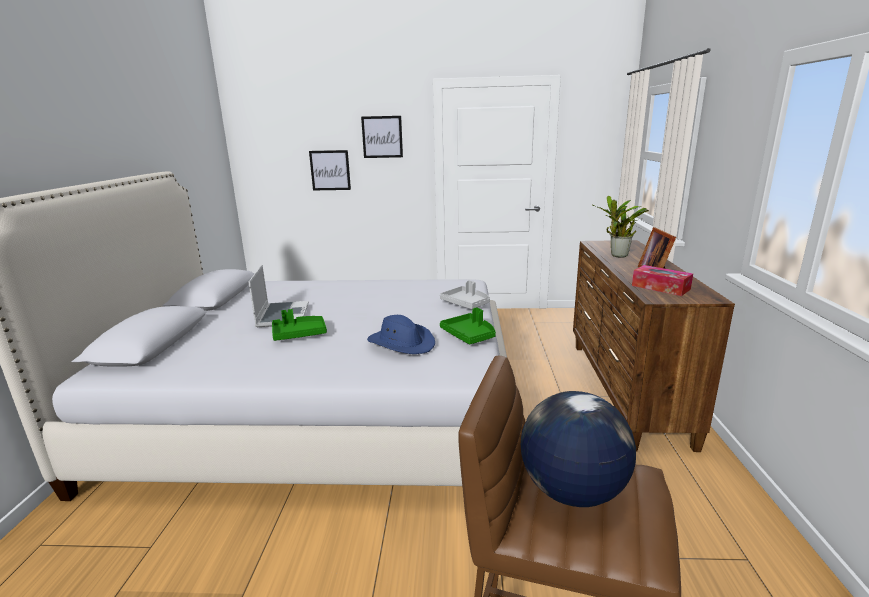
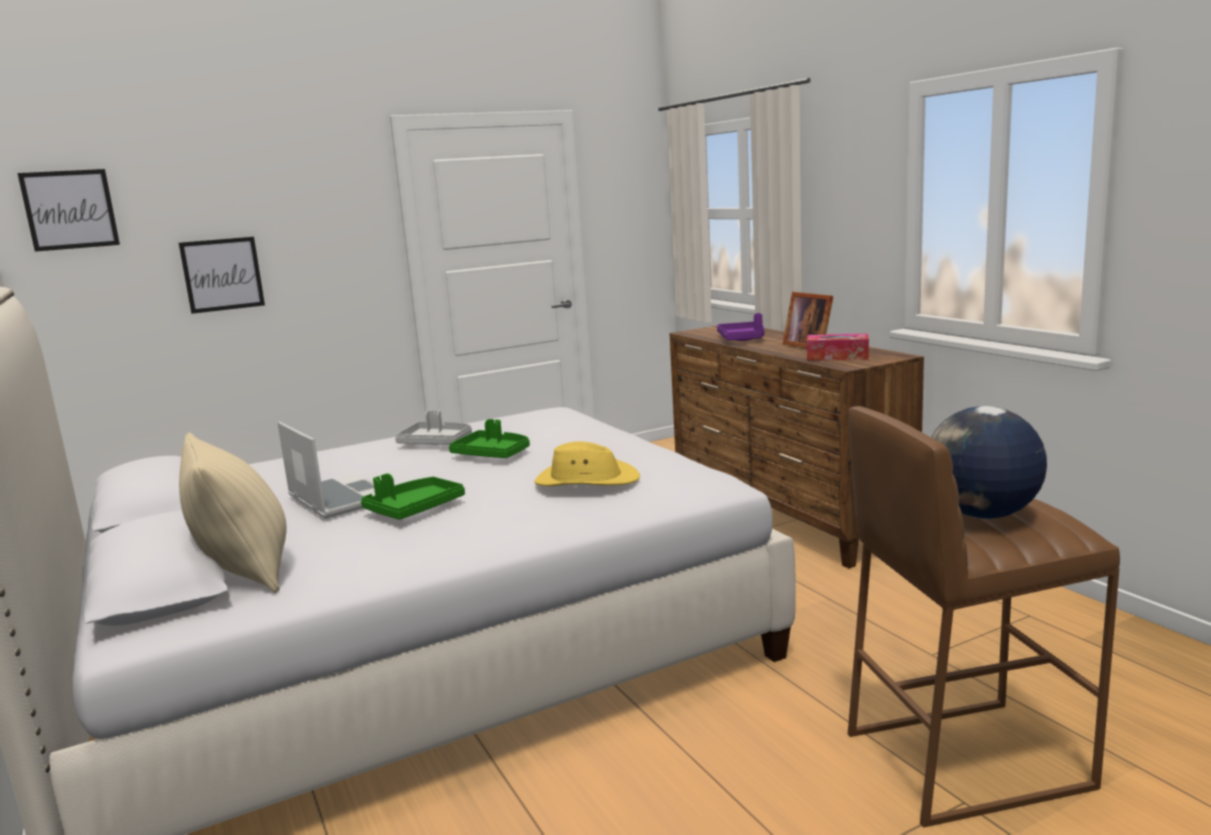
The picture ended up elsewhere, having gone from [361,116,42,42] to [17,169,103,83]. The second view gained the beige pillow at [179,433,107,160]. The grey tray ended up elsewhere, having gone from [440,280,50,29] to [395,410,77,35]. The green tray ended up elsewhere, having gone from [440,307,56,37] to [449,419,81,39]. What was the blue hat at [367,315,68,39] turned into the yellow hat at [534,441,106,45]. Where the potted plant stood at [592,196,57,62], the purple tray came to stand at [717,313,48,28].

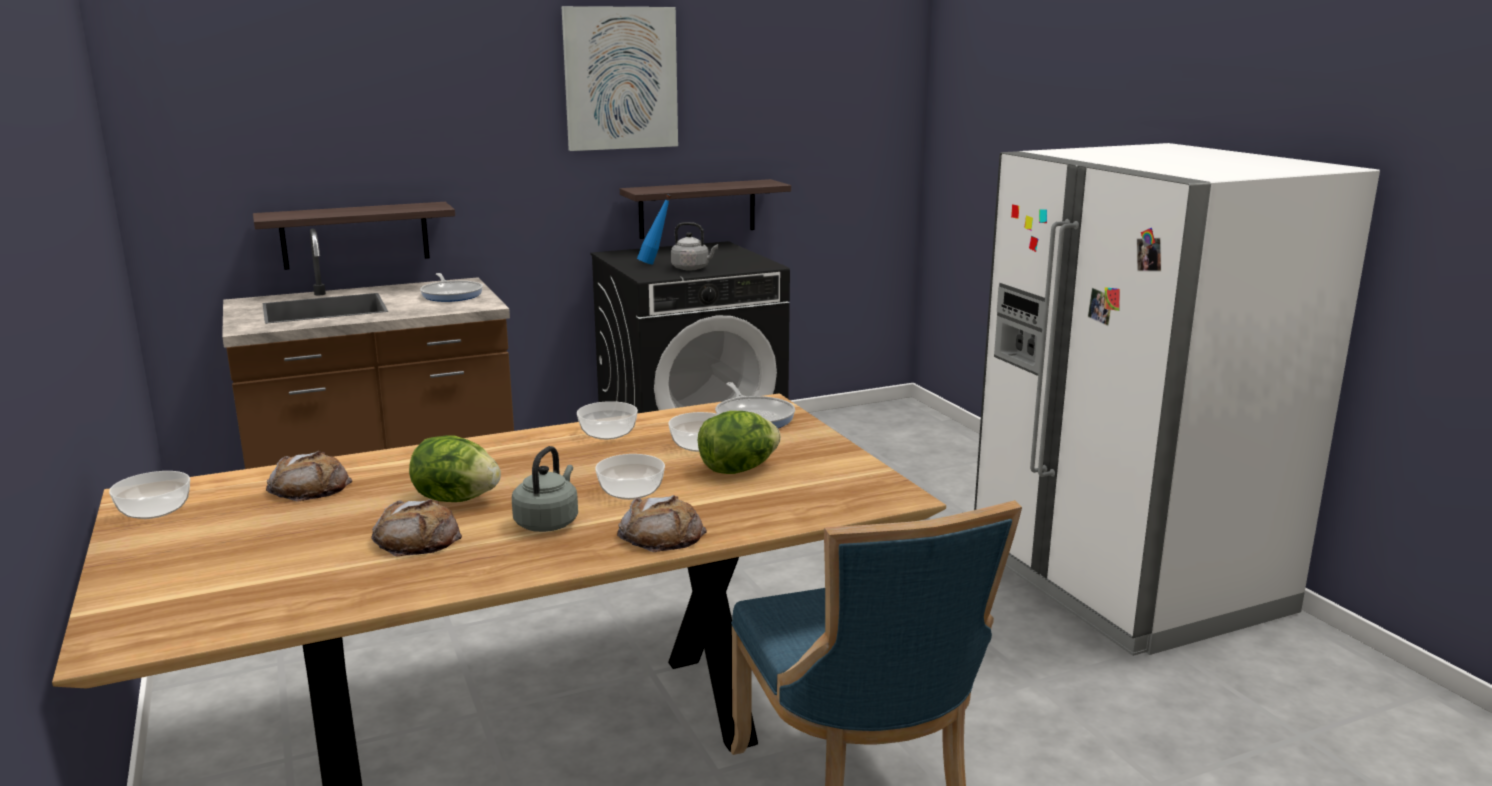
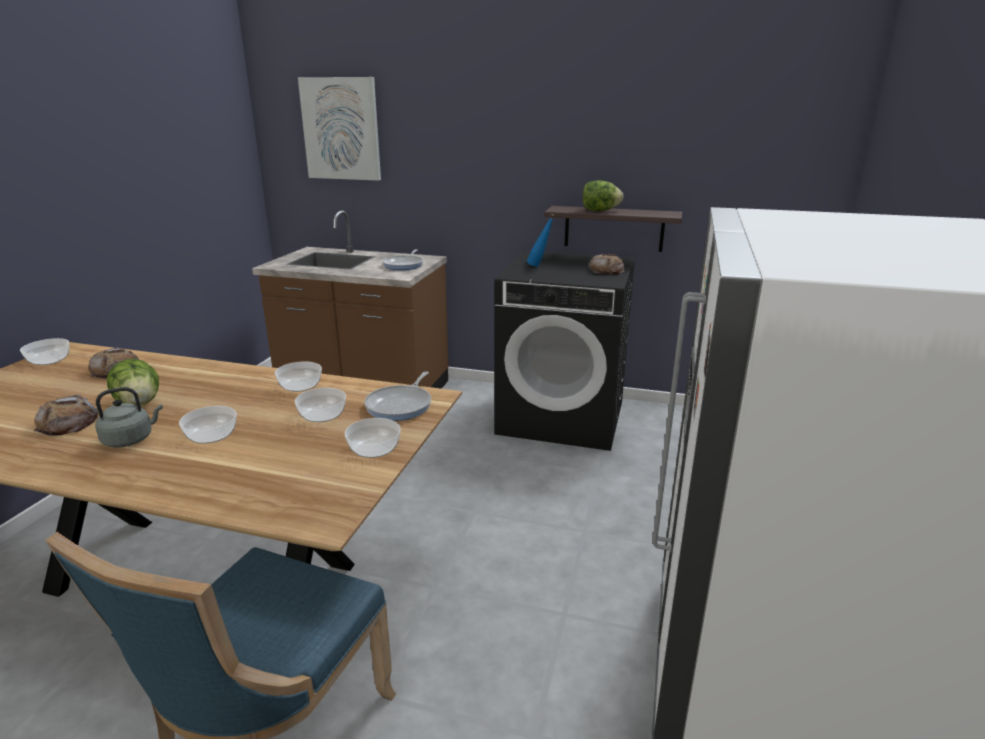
The picture ended up elsewhere, having gone from [562,6,116,145] to [298,77,83,104]. The second view gained the bowl at [345,418,56,40]. The lettuce ended up elsewhere, having gone from [698,411,83,63] to [582,180,42,31]. The bread ended up elsewhere, having gone from [617,495,90,57] to [589,254,35,21]. The second view lost the shelf at [253,202,202,68]. The second view lost the grey kettle at [671,222,47,48].

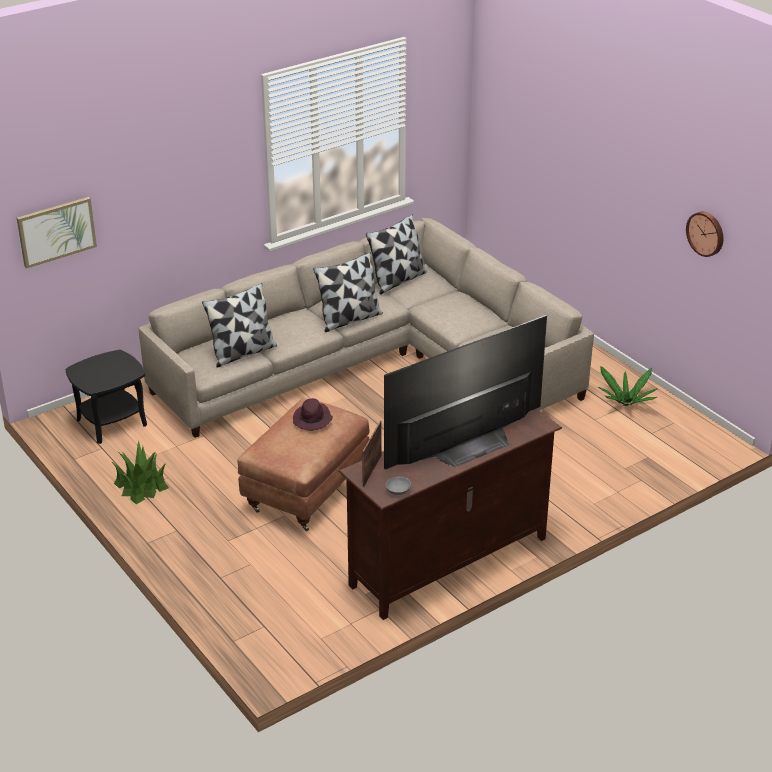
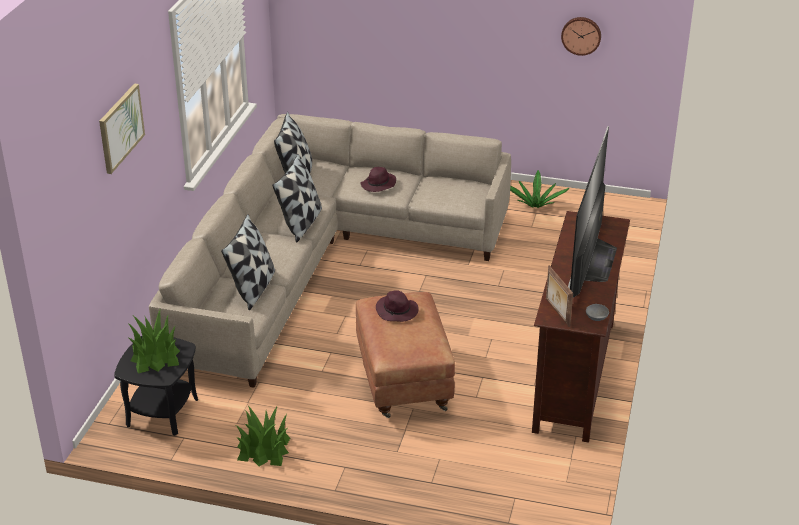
The picture ended up elsewhere, having gone from [17,197,80,72] to [99,83,46,91]. The second view gained the potted plant at [128,310,52,63]. The second view gained the purple hat at [360,167,36,25].

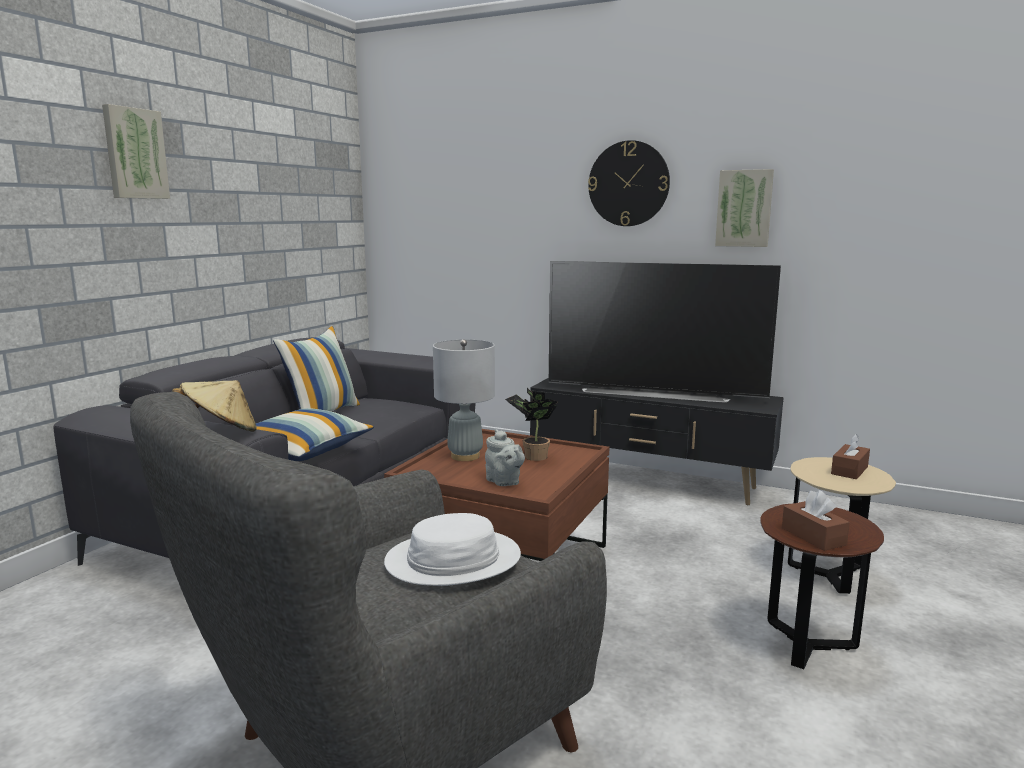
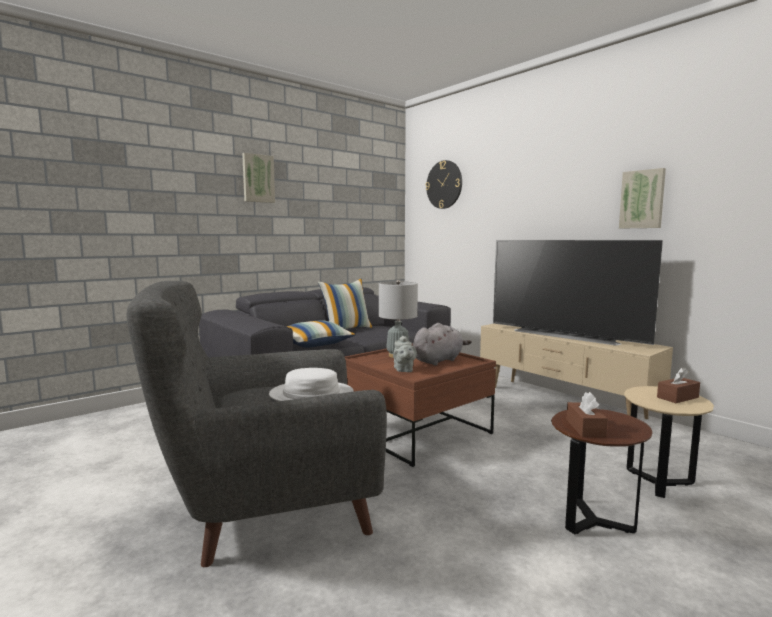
Where the potted plant stood at [505,388,53,73], the grey plush toy came to stand at [413,323,59,43]. The wall clock ended up elsewhere, having gone from [588,140,82,86] to [426,160,36,49]. What was the black tv stand at [530,378,254,127] turned into the beige tv stand at [480,324,193,95]. The second view lost the beige hat at [172,380,85,52].

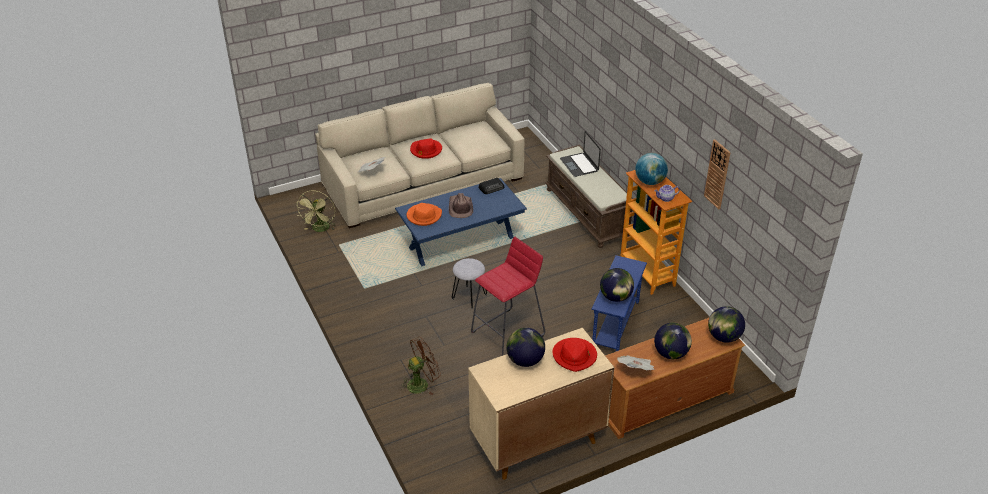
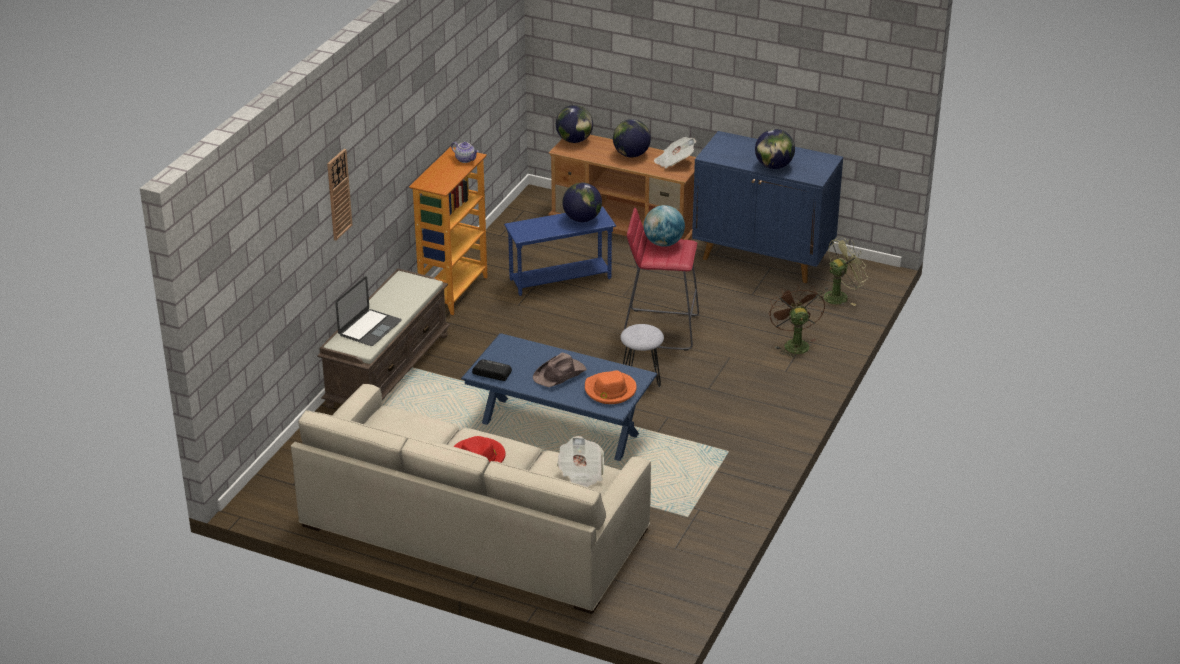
The wall clock ended up elsewhere, having gone from [704,140,27,69] to [327,149,25,92]. The globe ended up elsewhere, having gone from [635,153,33,32] to [644,205,41,42]. What was the beige cabinet at [468,328,147,152] turned into the blue cabinet at [692,131,151,152]. The brown fan at [400,337,41,58] ended up facing another way, 60 degrees clockwise from before. The green fan ended up elsewhere, having gone from [296,191,40,41] to [817,236,50,70]. The second view lost the red hat at [552,338,45,34].

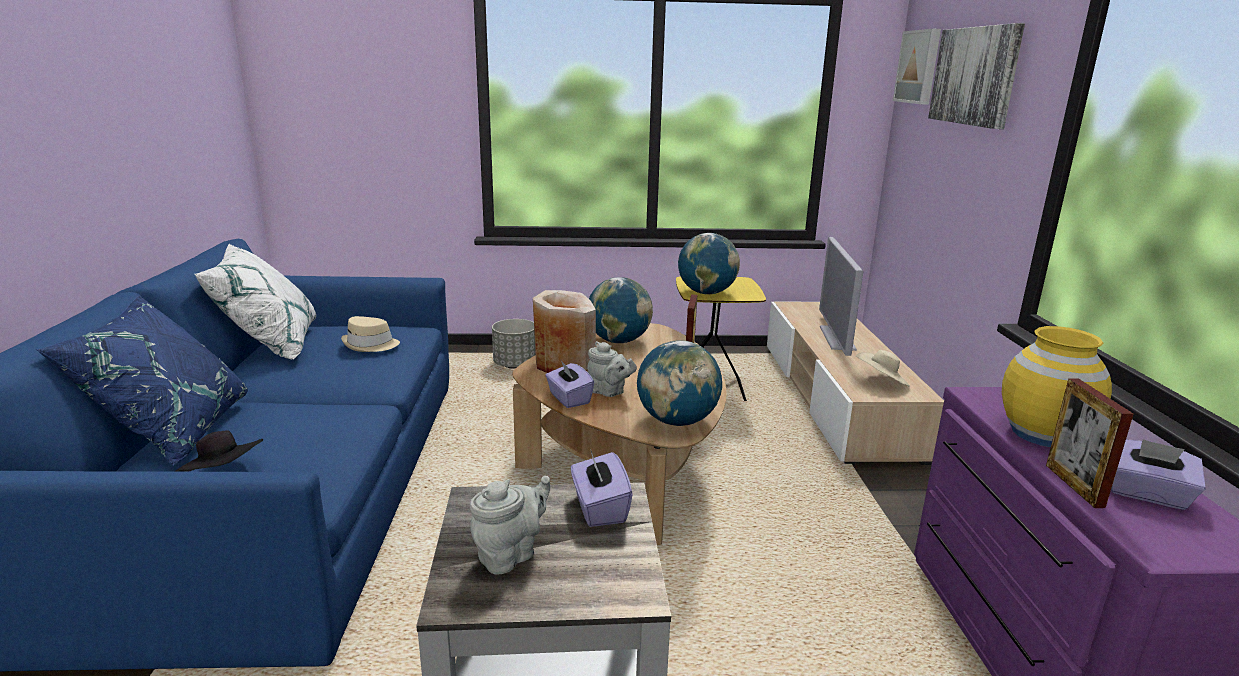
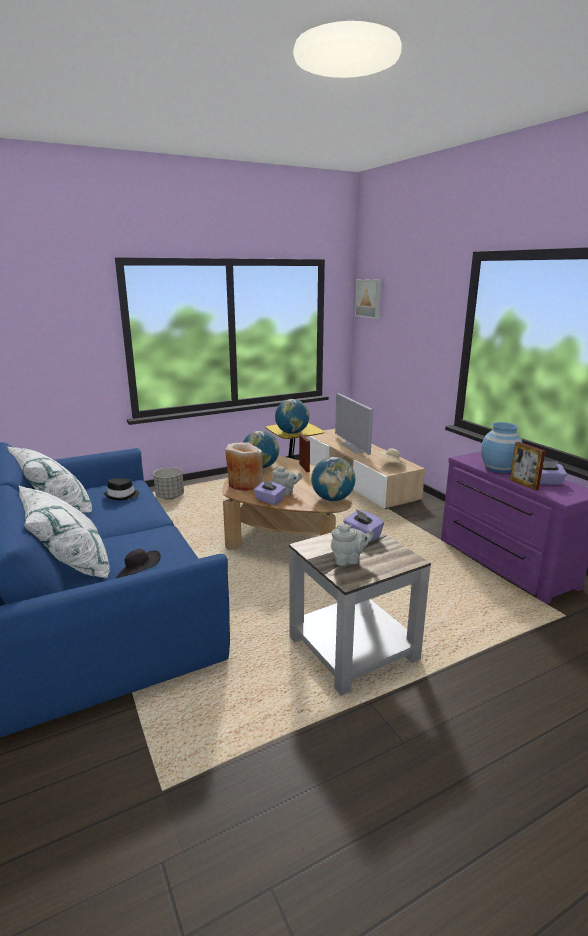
What was the blue pillow at [36,295,212,171] turned into the white pillow at [19,486,91,92]. What was the beige hat at [341,316,59,36] turned into the black hat at [104,478,35,23]. The grey teapot at [470,476,80,98] ended up facing another way, 60 degrees clockwise from before. What was the yellow vase at [1002,326,110,121] turned into the blue vase at [481,422,42,51]. The second view lost the picture at [928,23,97,106].

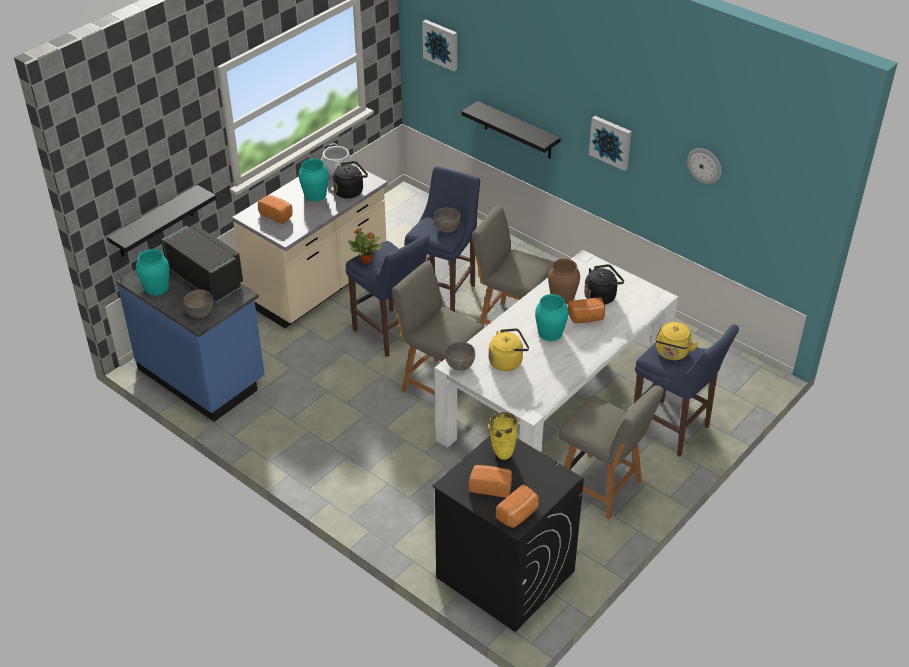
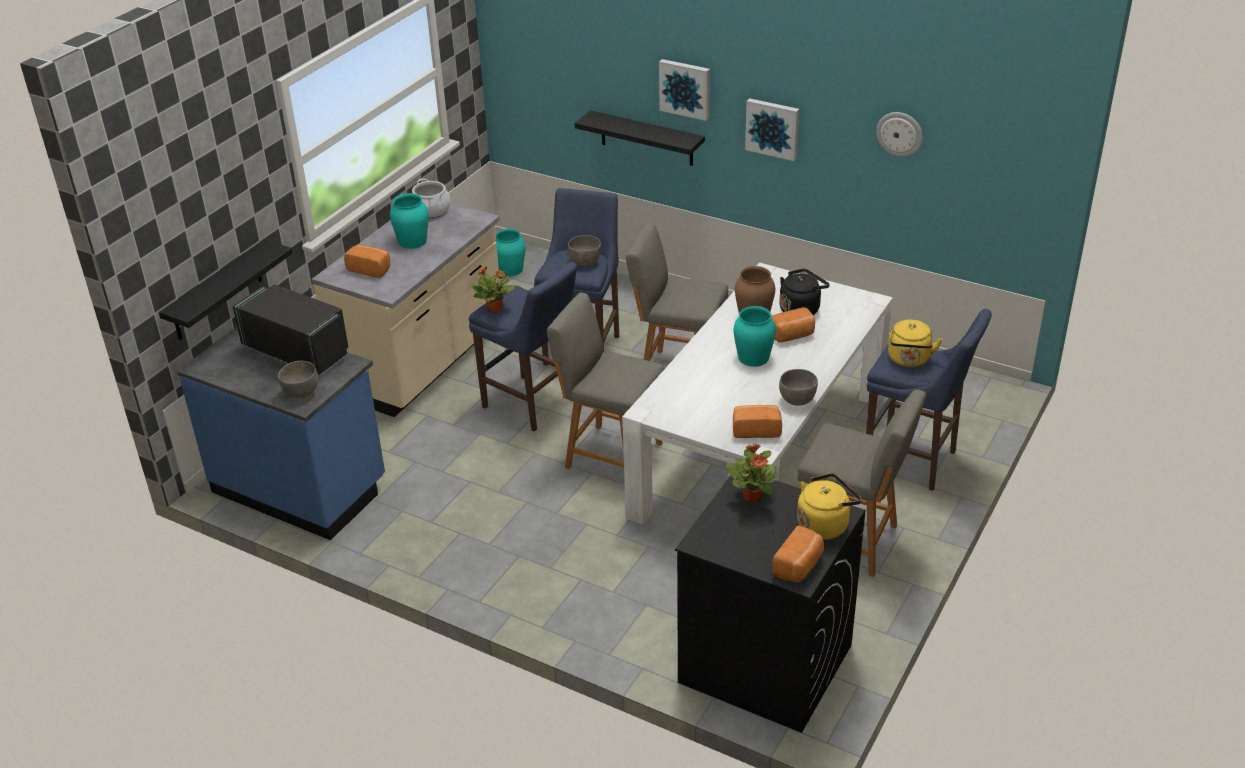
The turquoise vase ended up elsewhere, having gone from [136,249,34,46] to [495,229,30,47]. The picture ended up elsewhere, having gone from [422,20,35,51] to [659,59,51,62]. Where the yellow vase stood at [489,412,29,48], the potted plant came to stand at [727,444,49,59]. The bread ended up elsewhere, having gone from [469,465,43,33] to [733,405,49,33]. The grey bowl ended up elsewhere, having gone from [445,342,30,29] to [779,369,39,37]. The yellow kettle ended up elsewhere, having gone from [489,328,40,43] to [797,473,65,67]. The second view lost the black kettle at [333,161,35,37].

